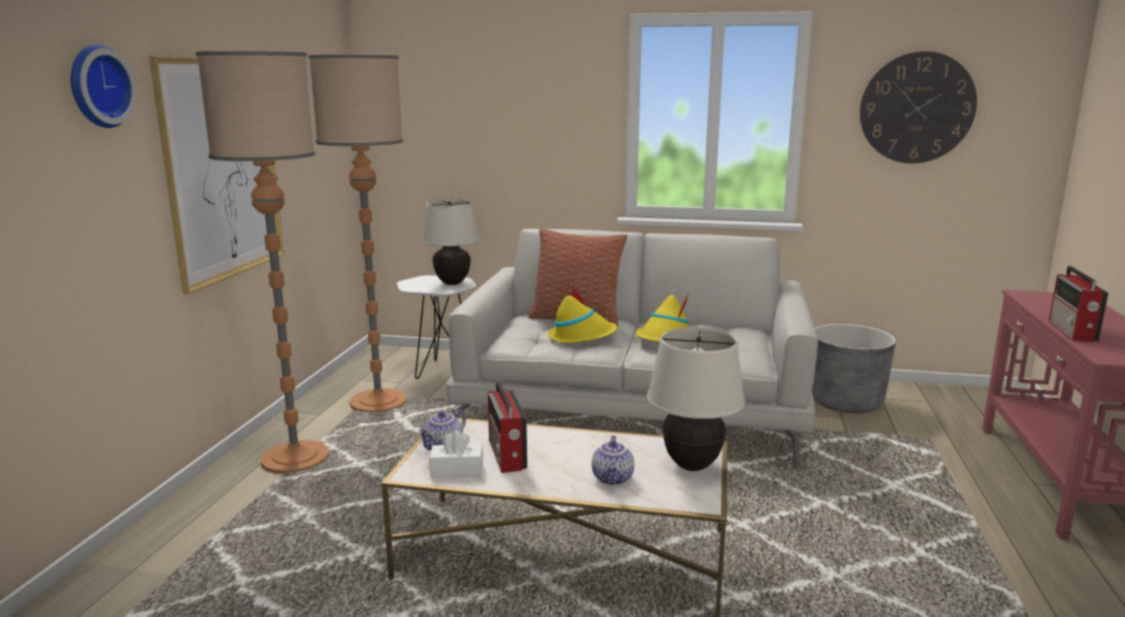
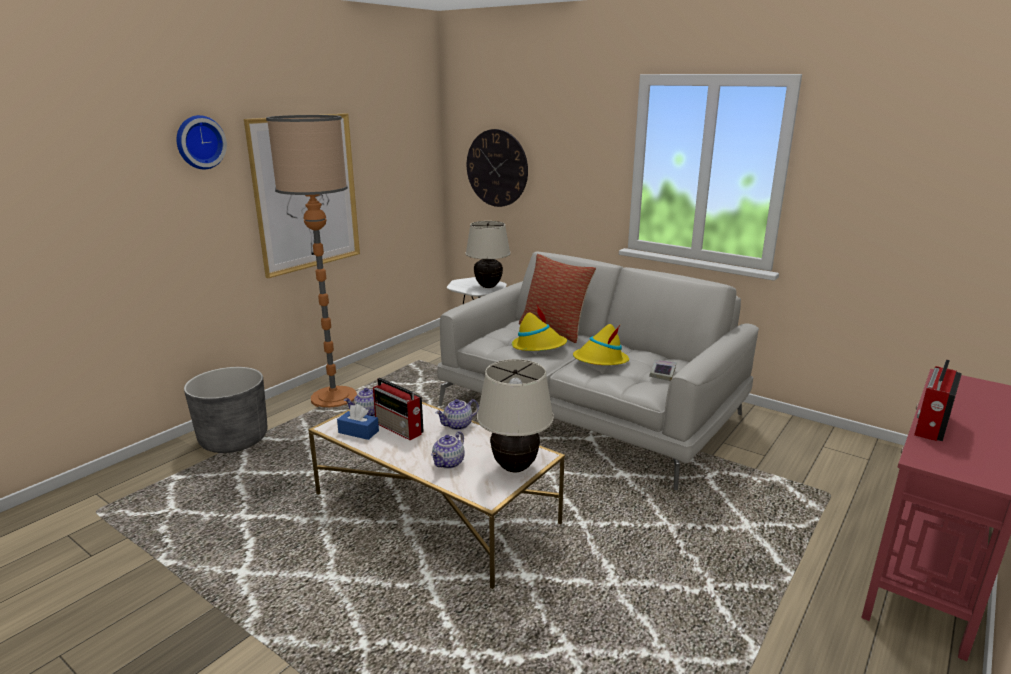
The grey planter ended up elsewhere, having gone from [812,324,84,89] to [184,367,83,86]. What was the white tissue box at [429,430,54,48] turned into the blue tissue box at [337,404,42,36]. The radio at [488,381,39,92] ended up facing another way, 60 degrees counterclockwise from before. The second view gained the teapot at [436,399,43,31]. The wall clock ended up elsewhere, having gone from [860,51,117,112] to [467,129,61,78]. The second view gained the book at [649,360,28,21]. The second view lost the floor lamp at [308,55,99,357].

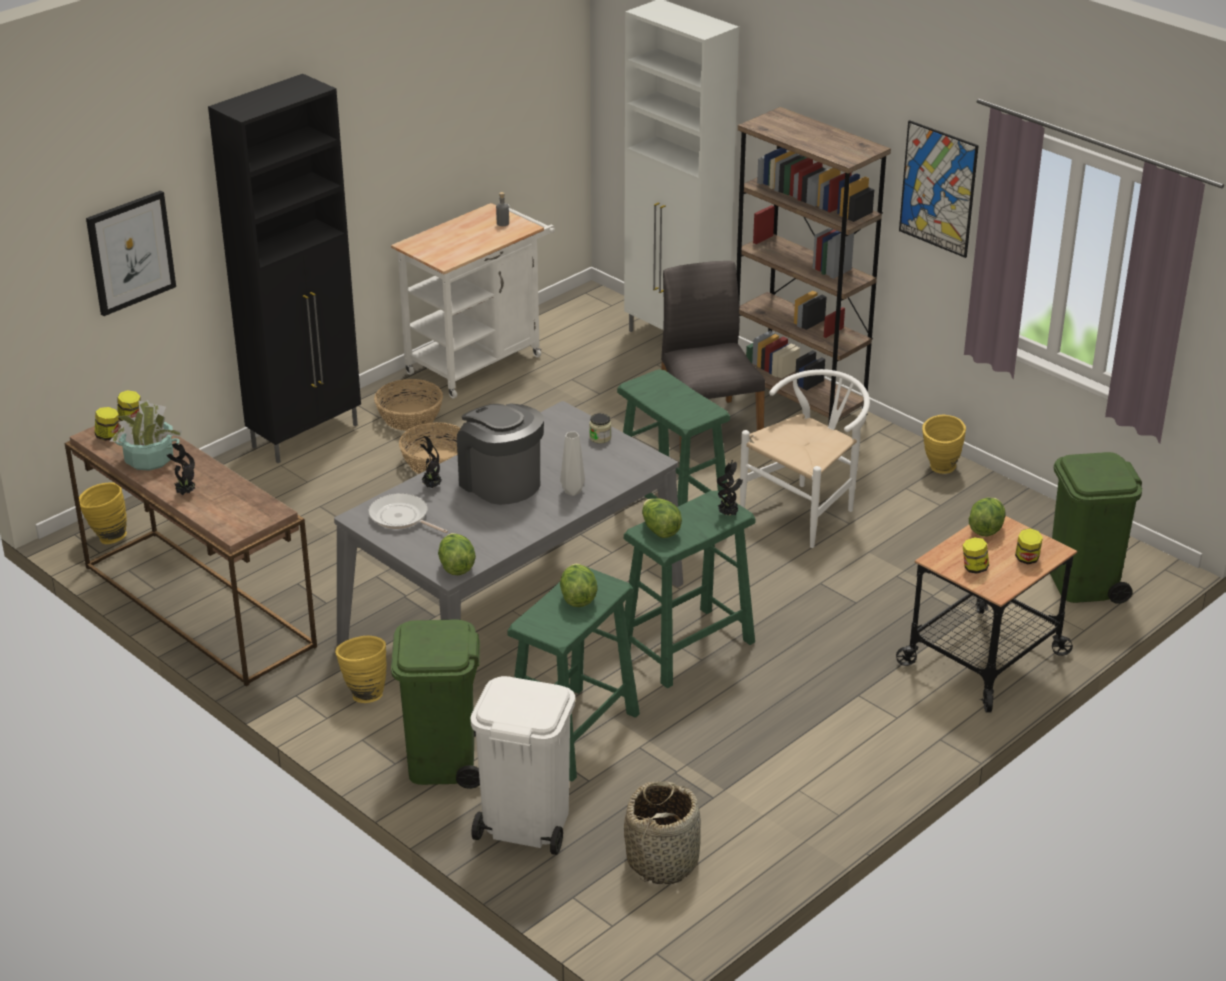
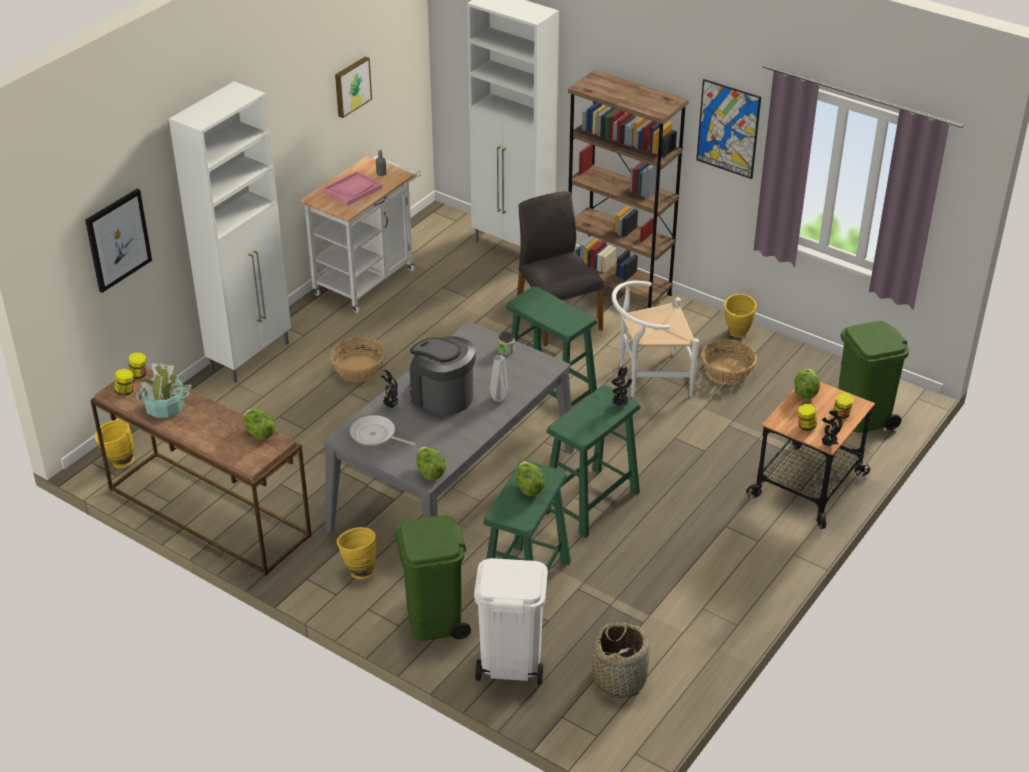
What was the black cabinet at [208,74,153,389] turned into the white cabinet at [169,82,122,301]. The lettuce ended up elsewhere, having gone from [642,498,40,40] to [244,410,31,30]. The second view gained the pink tray at [322,171,60,35]. The second view gained the picture at [335,57,37,61]. The white chair at [740,369,130,179] ended up facing another way, 135 degrees counterclockwise from before. The basket ended up elsewhere, having gone from [374,379,69,52] to [701,339,56,45]. The potted plant ended up elsewhere, having gone from [167,443,28,52] to [822,410,20,37].

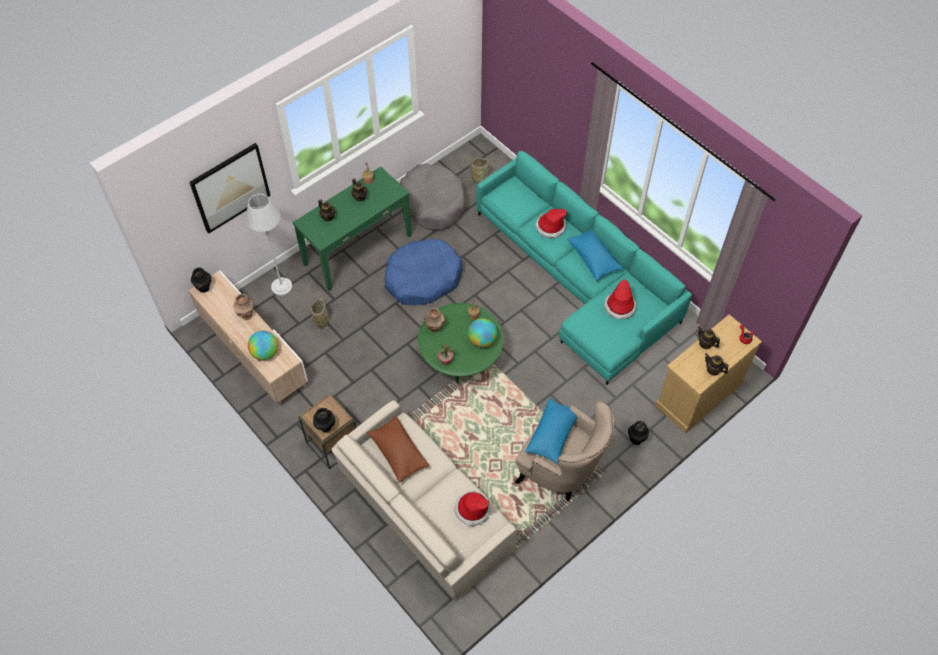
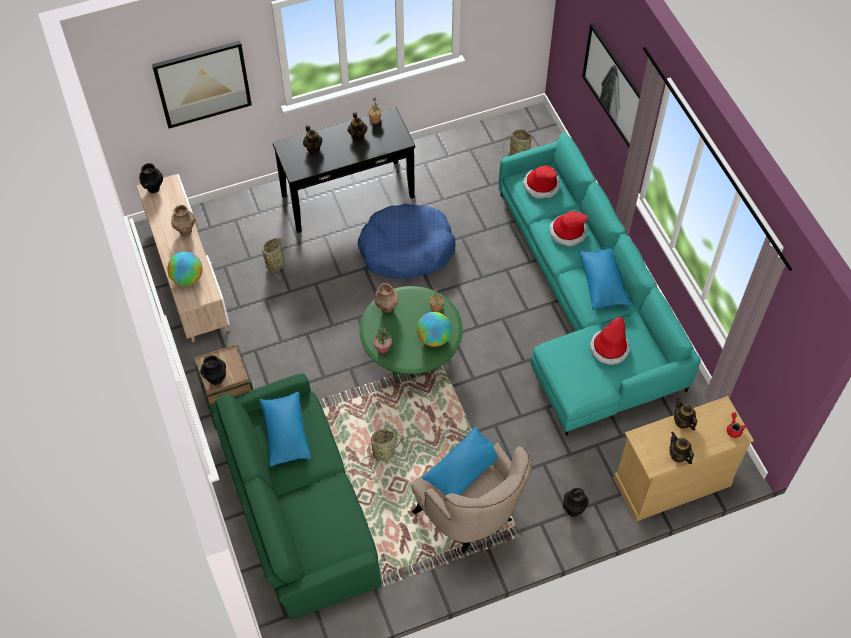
What was the beige sofa at [331,400,186,201] turned into the green sofa at [209,374,172,246]. What was the brown pillow at [367,416,62,67] turned into the blue pillow at [259,392,52,74]. What was the green console table at [293,167,119,124] turned into the black console table at [273,107,142,126]. The second view gained the basket at [362,429,53,41]. The hat ended up elsewhere, having gone from [455,491,36,35] to [523,166,37,33]. The second view gained the picture at [582,23,59,124]. The second view lost the grey floor lamp at [246,194,46,102]. The second view lost the grey dog bed at [400,164,65,66].

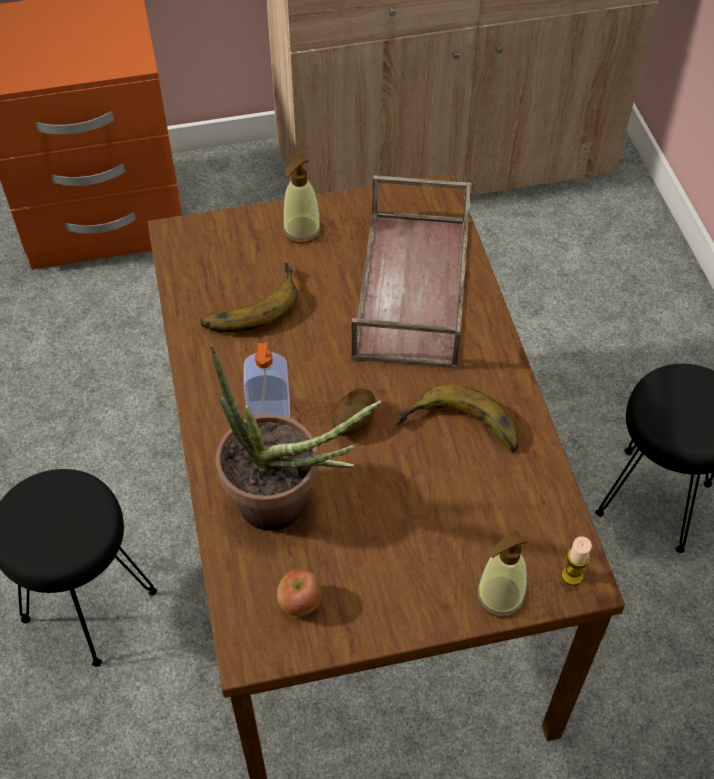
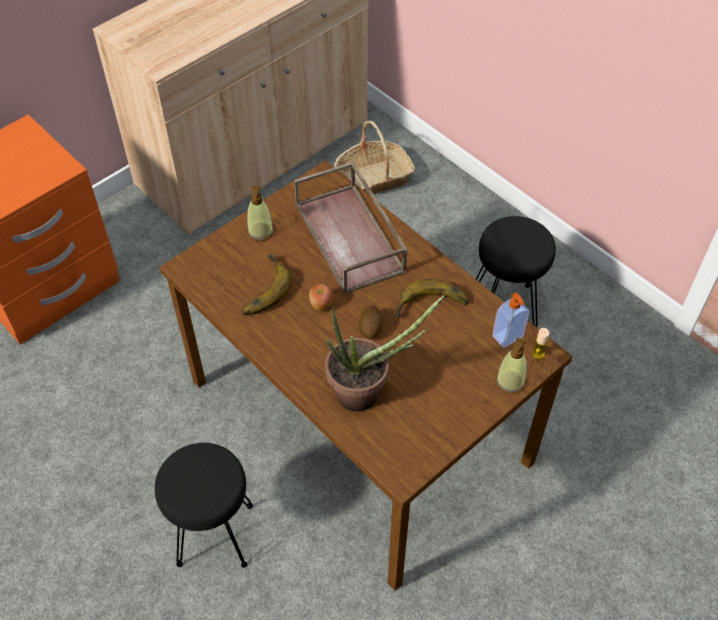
The apple ended up elsewhere, having gone from [277,569,44,47] to [309,284,25,27]. The second view gained the basket at [334,121,81,73]. The soap dispenser ended up elsewhere, having gone from [244,343,46,75] to [492,292,38,56].

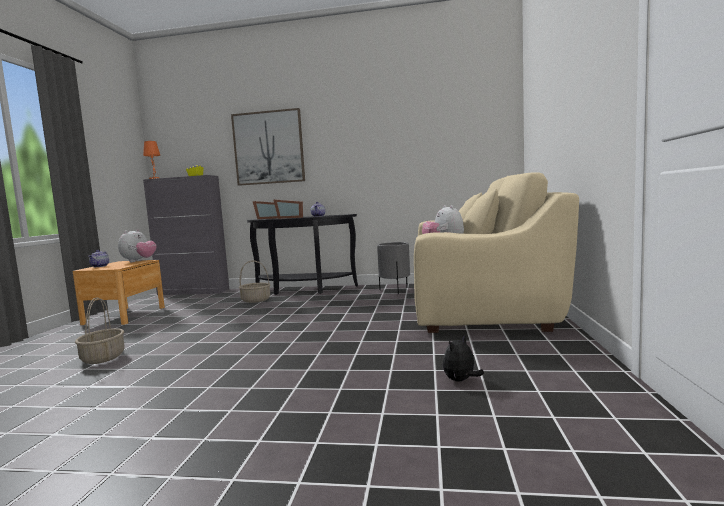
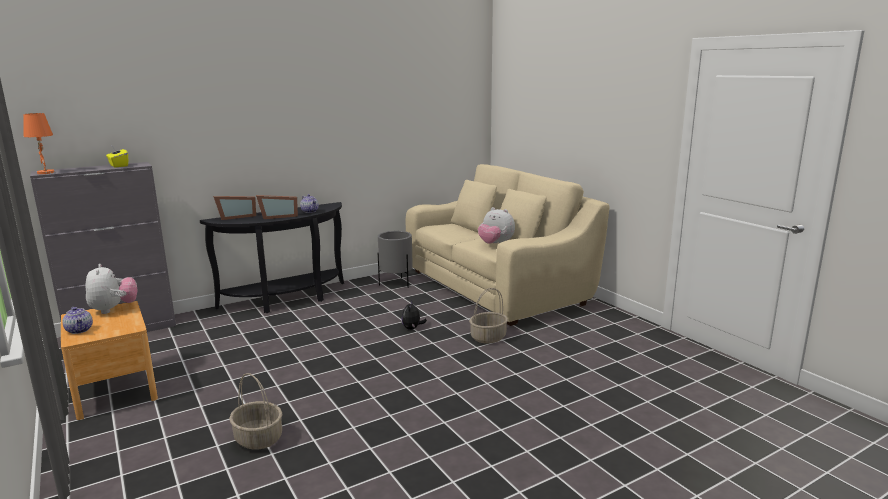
The plush toy ended up elsewhere, having gone from [443,334,41,48] to [402,300,25,30]. The basket ended up elsewhere, having gone from [239,260,32,43] to [469,288,39,55]. The second view lost the picture at [231,108,74,78].

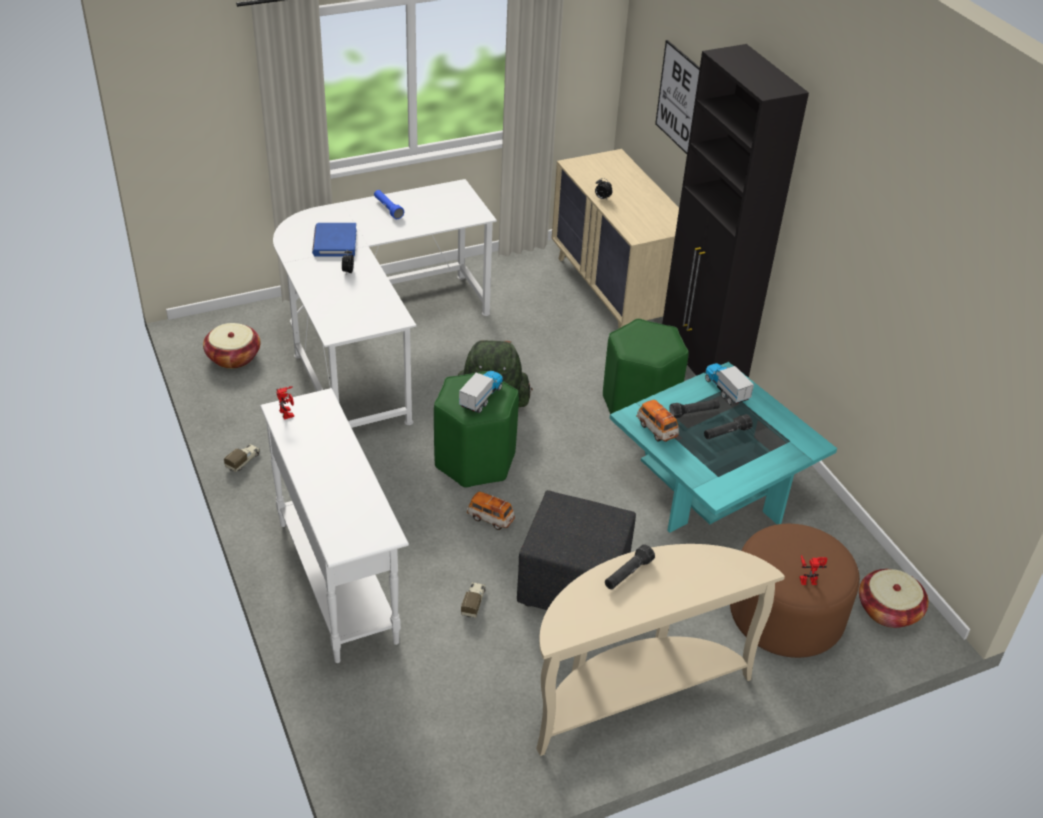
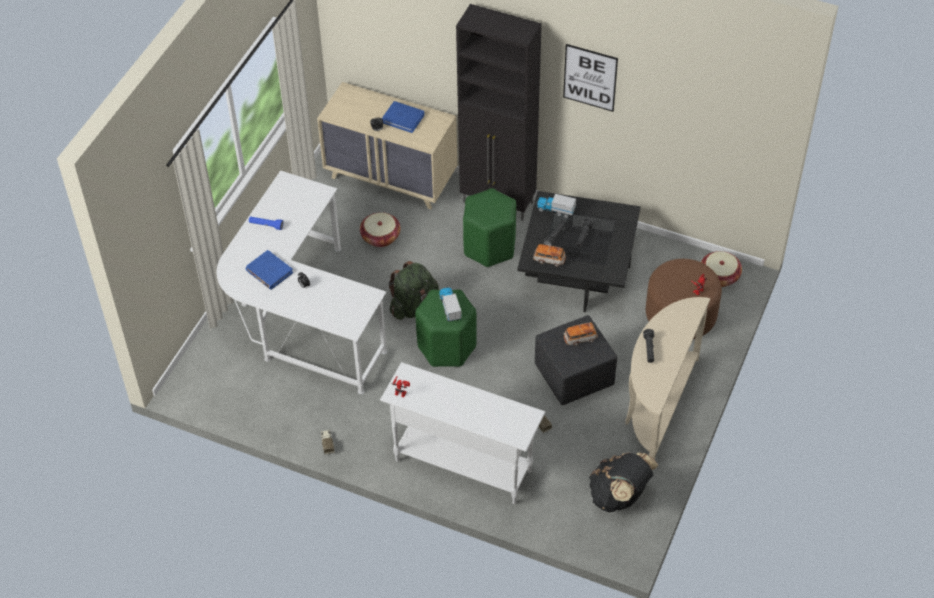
The basket ended up elsewhere, having gone from [203,323,58,46] to [360,212,40,35]. The second view gained the blue book at [382,101,43,32]. What was the turquoise coffee table at [609,362,228,171] turned into the black coffee table at [517,191,124,121]. The picture ended up elsewhere, having gone from [655,40,45,114] to [563,44,55,68]. The toy car ended up elsewhere, having gone from [467,492,48,38] to [564,322,34,24]. The second view gained the black backpack at [589,453,69,59].

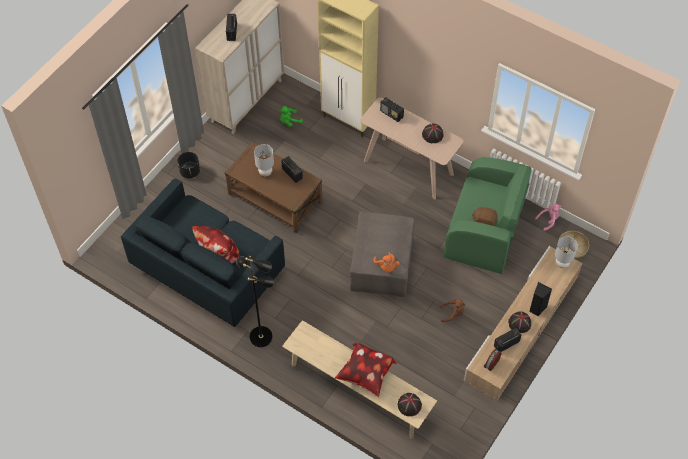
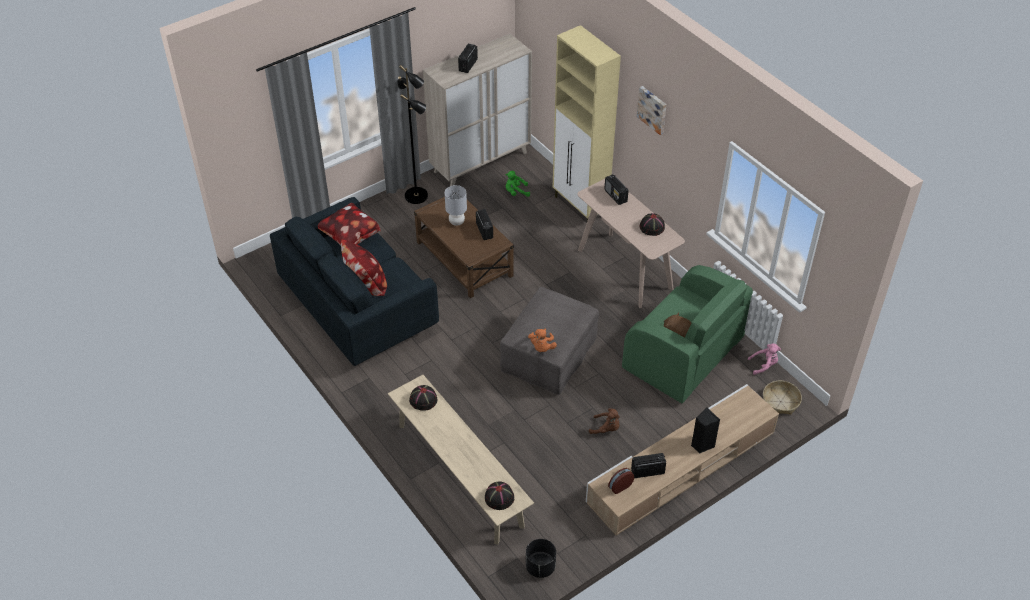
The pillow ended up elsewhere, having gone from [335,343,62,54] to [318,203,62,43]. The black floor lamp ended up elsewhere, having gone from [236,256,38,91] to [397,65,31,139]. The black hat ended up elsewhere, having gone from [508,311,23,22] to [409,385,28,26]. The black planter ended up elsewhere, having gone from [177,152,23,26] to [526,539,30,39]. The second view gained the picture at [637,86,29,49]. The second view lost the grey table lamp at [555,237,23,32].

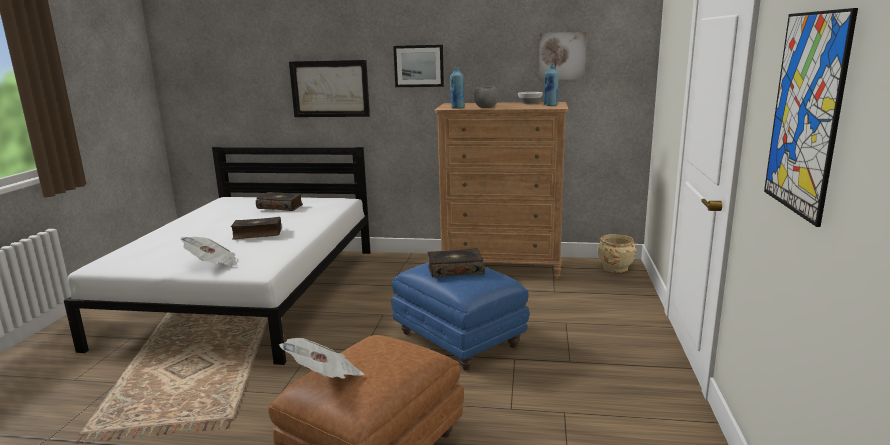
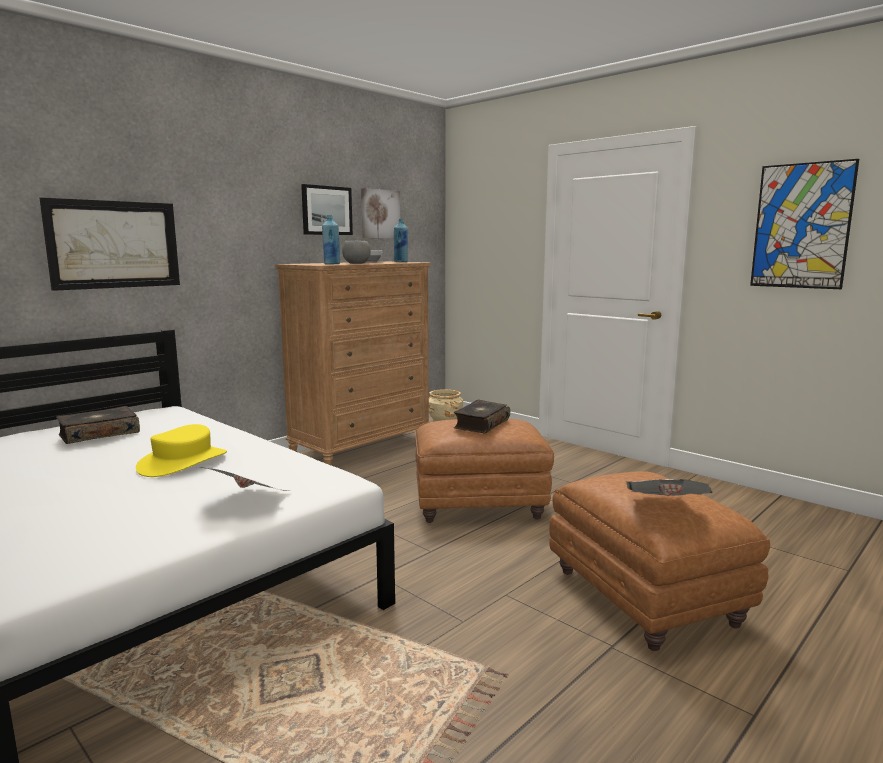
Where the book stood at [231,217,51,23], the yellow hat came to stand at [136,424,91,53]. The picture ended up elsewhere, having gone from [393,45,51,42] to [301,184,52,51]. What was the blue ottoman at [392,262,137,109] turned into the brown ottoman at [415,419,139,104].

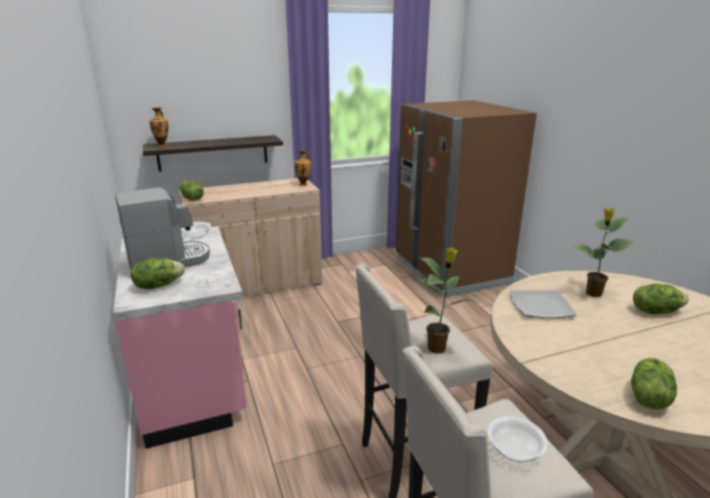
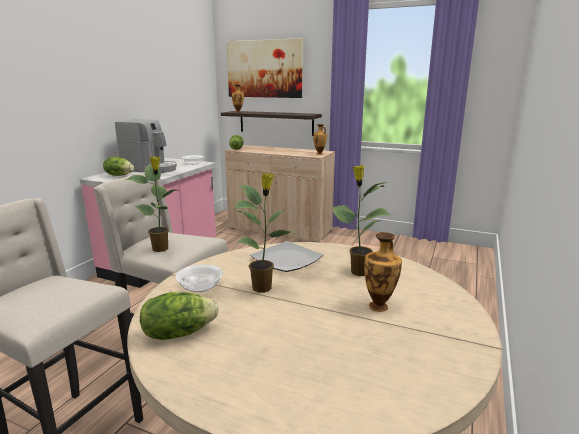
The bowl ended up elsewhere, having gone from [488,416,60,46] to [175,264,48,28]. The second view gained the picture at [226,38,77,60]. The second view gained the potted plant at [233,173,63,120]. Where the lettuce stood at [633,283,56,31], the vase came to stand at [364,232,38,80]. The second view lost the brown fridge at [396,100,141,197].

